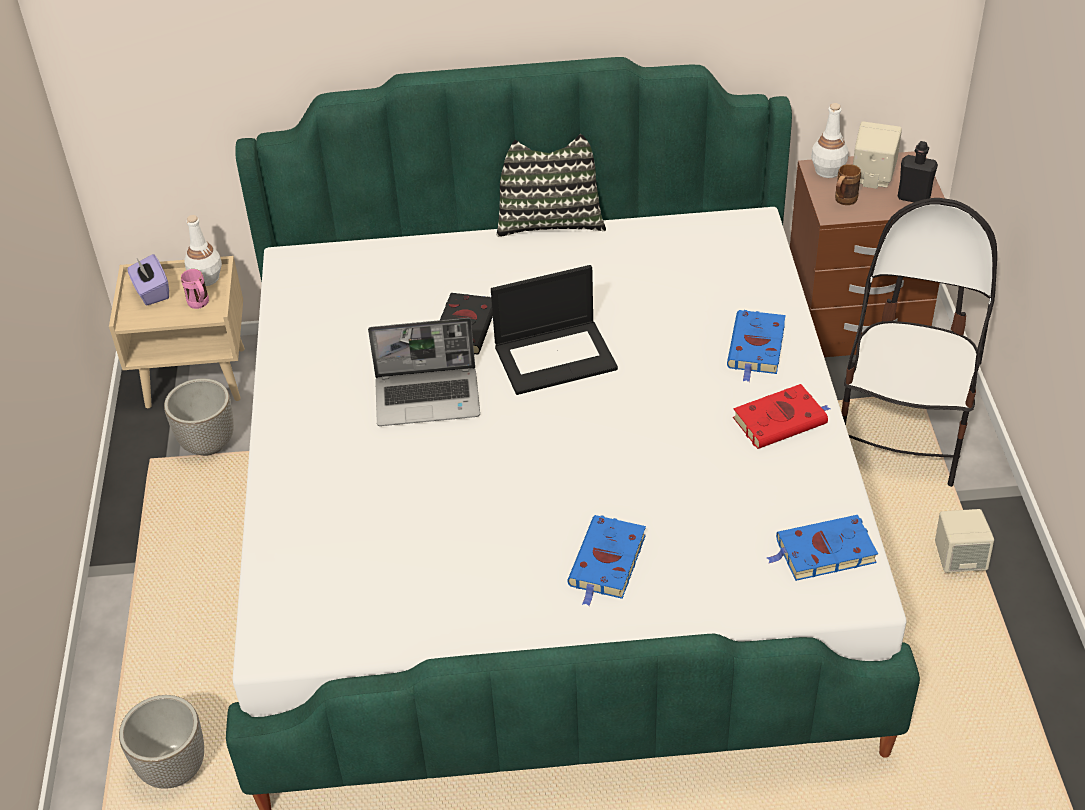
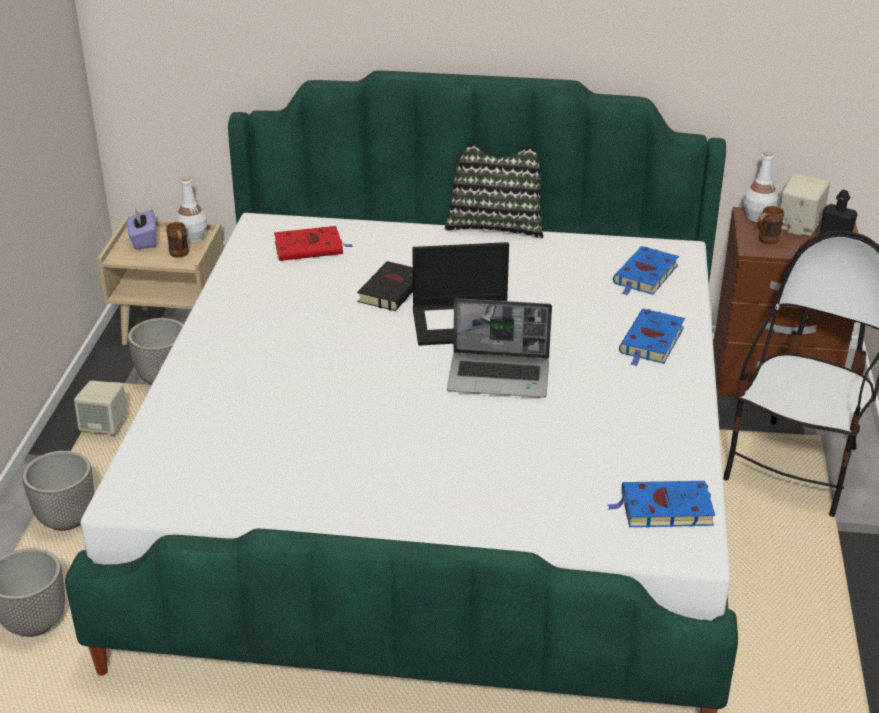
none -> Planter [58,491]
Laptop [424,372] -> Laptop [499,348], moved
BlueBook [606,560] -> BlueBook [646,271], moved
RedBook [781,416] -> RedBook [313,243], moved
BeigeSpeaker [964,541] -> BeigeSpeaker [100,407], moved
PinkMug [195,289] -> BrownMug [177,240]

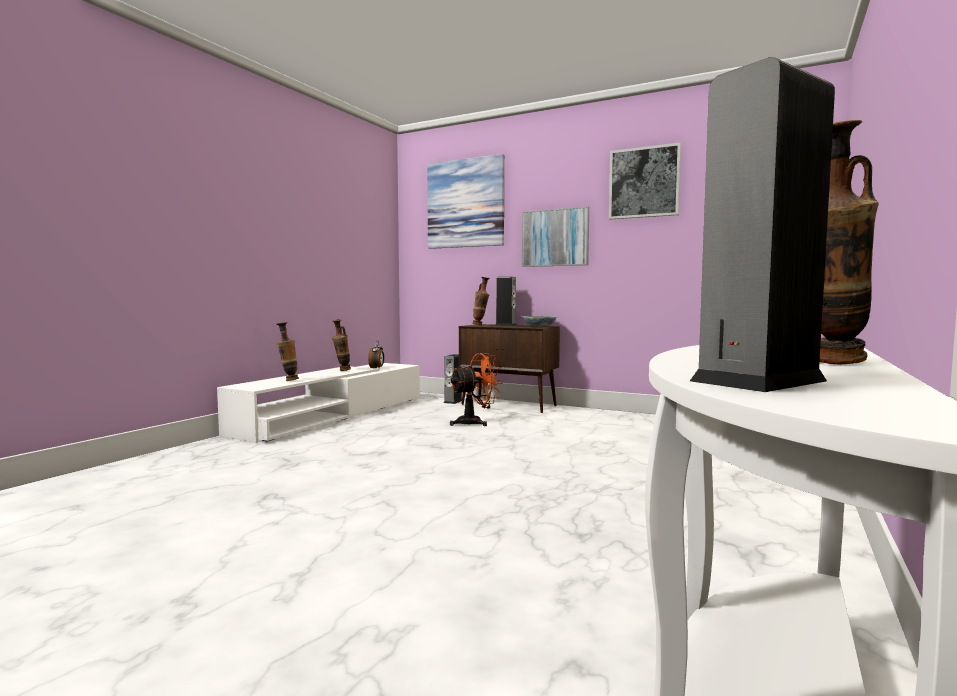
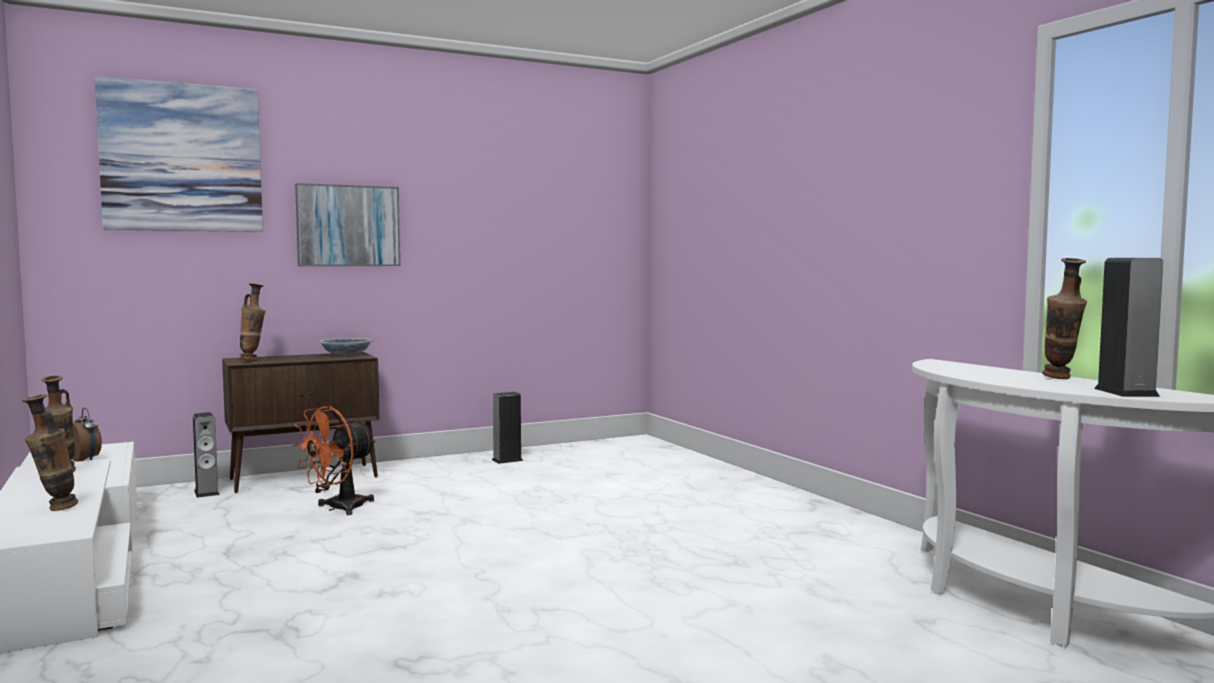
Picture [645,180] -> none
Speaker [506,301] -> Speaker [507,428], moved
OrangeFan [476,389] -> OrangeFan [334,460], 150 degrees counterclockwise

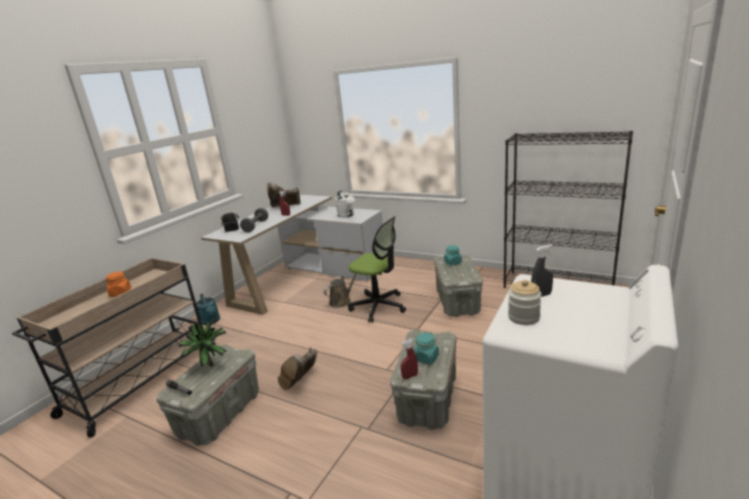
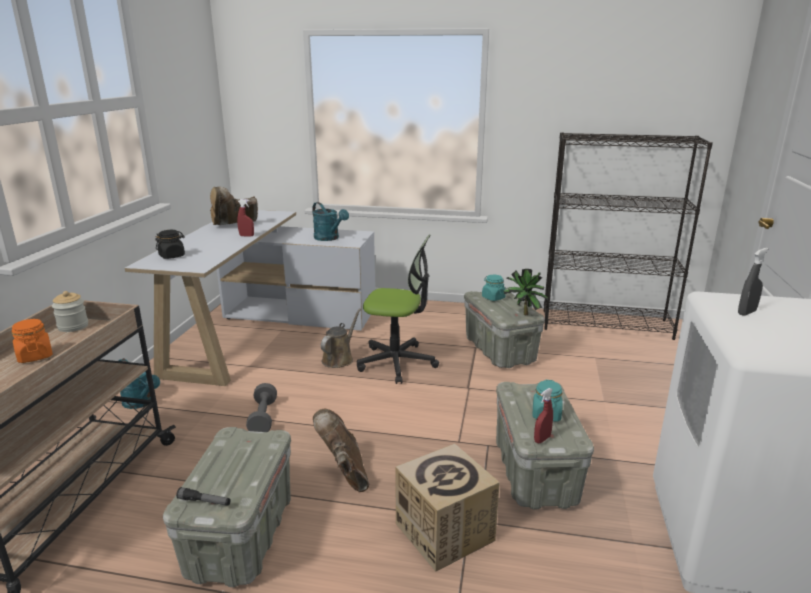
none -> CardboardBox [447,507]
PottedPlant [202,344] -> PottedPlant [526,292], moved
GreyDumbbell [254,220] -> GreyDumbbell [261,407], moved
Jar [525,302] -> Jar [70,311], moved
WhiteWateringCan [345,204] -> TurquoiseWateringCan [330,221]
BrownBoot [297,368] -> BrownBoot [341,450], 150 degrees clockwise

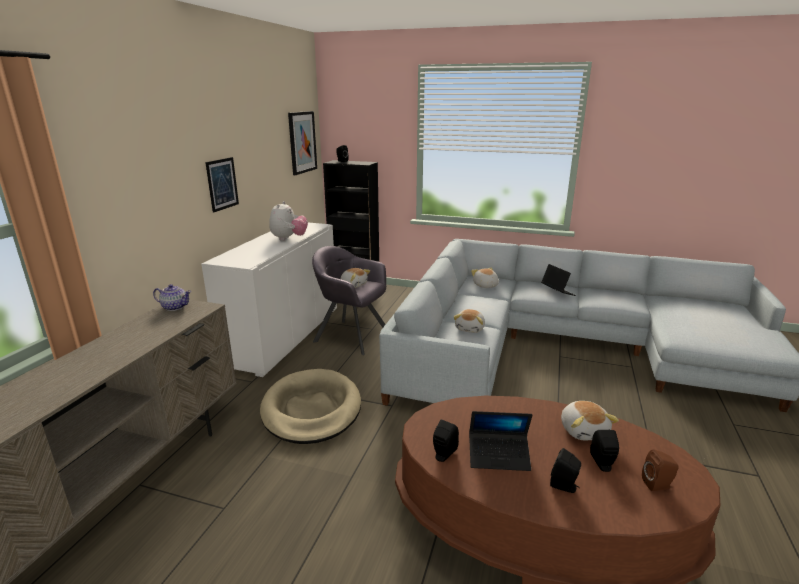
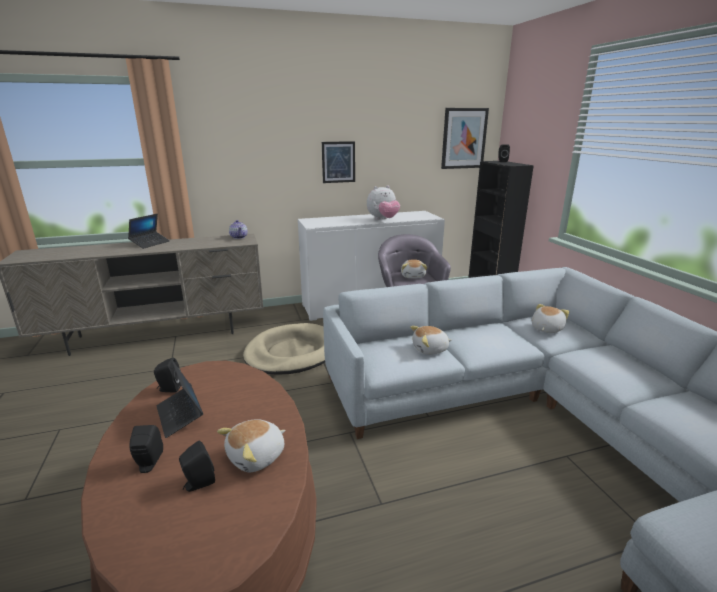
BrownSpeaker [660,470] -> none
Laptop [558,280] -> Laptop [149,231], moved

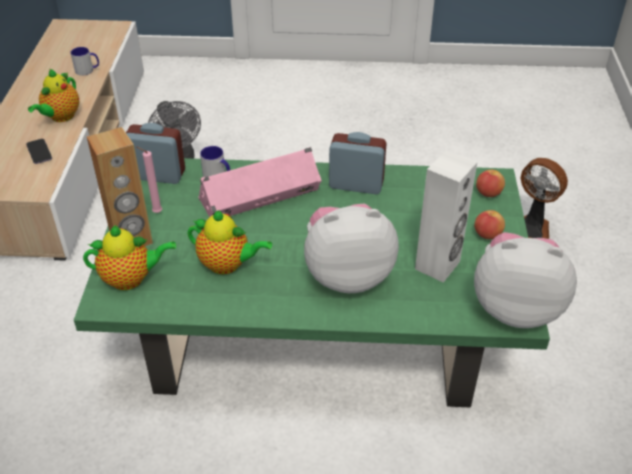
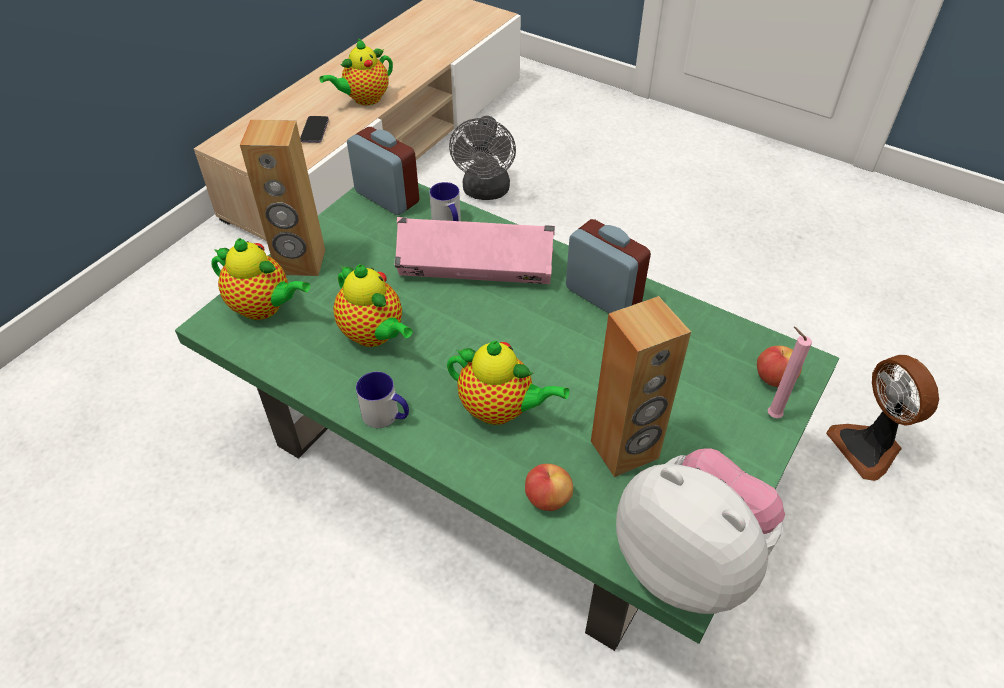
Mug [84,61] -> Mug [382,400], moved
PinkCandle [149,180] -> PinkCandle [790,372], moved
Apple [489,224] -> Apple [549,487], moved
PlushToy [351,248] -> Teapot [508,383]
WhiteSpeaker [446,217] -> BrownSpeaker [641,386]

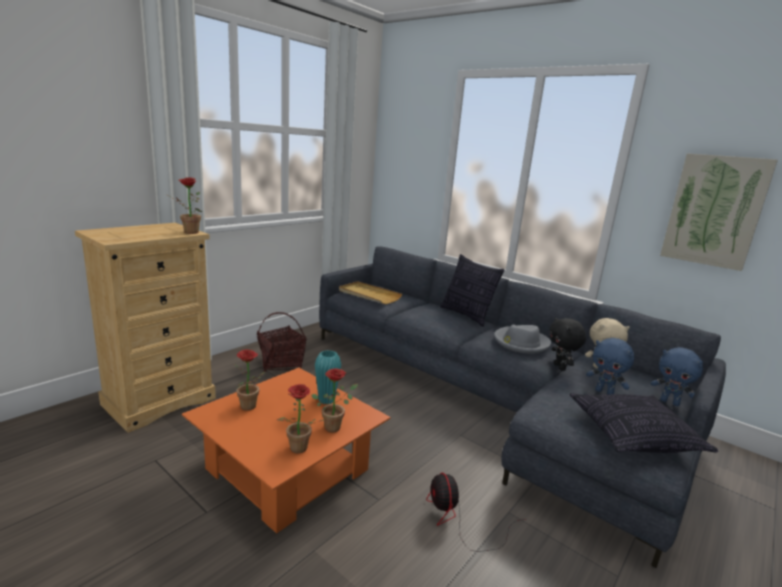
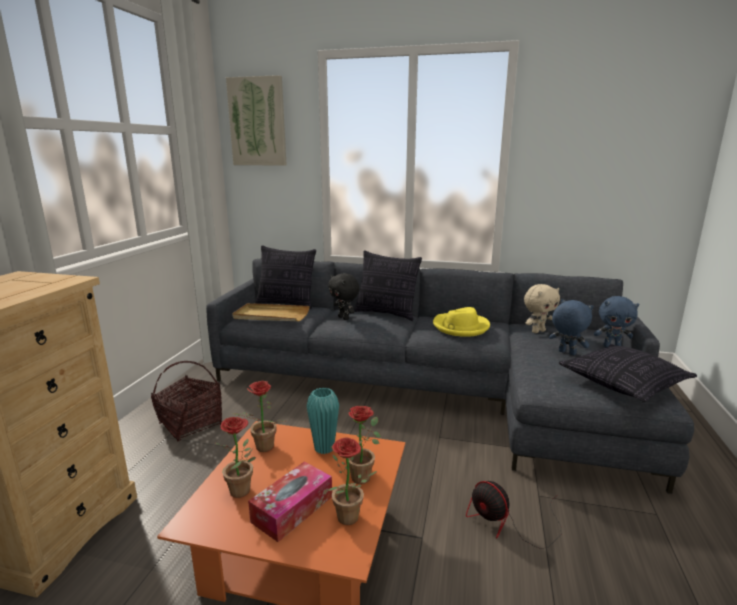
none -> TissueBox [290,501]
none -> Pillow [285,277]
PottedPlant [183,205] -> PottedPlant [258,416], moved
BlackPlushToy [568,344] -> BlackPlushToy [343,296], moved
Picture [719,212] -> Picture [256,120], moved
GreyHat [522,339] -> YellowHat [461,322]
BluePlushToy [610,366] -> BluePlushToy [571,327], 150 degrees counterclockwise

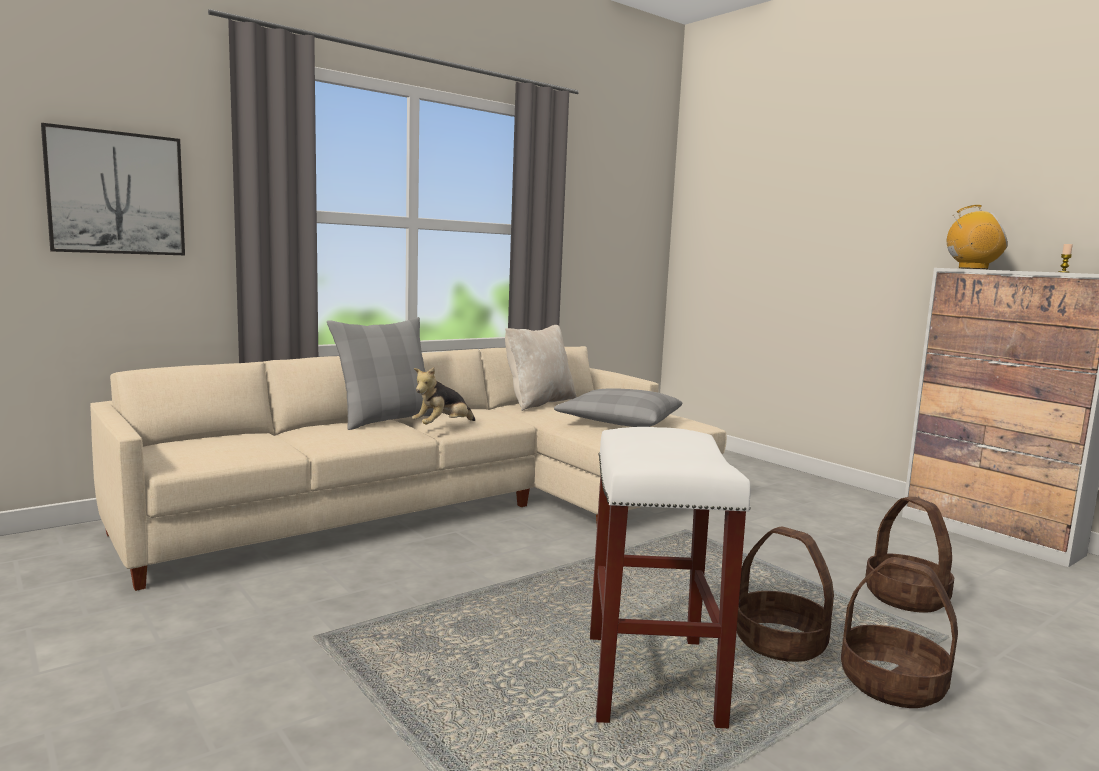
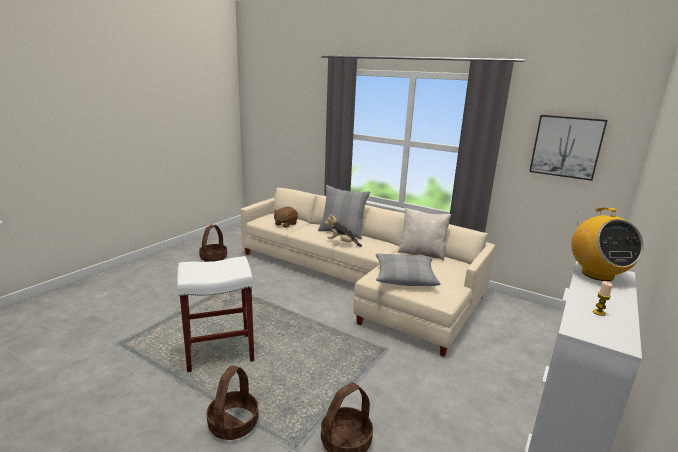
none -> BrownPlushToy [285,217]
Picture [113,189] -> Picture [568,148], moved
Basket [785,594] -> Basket [213,243], moved

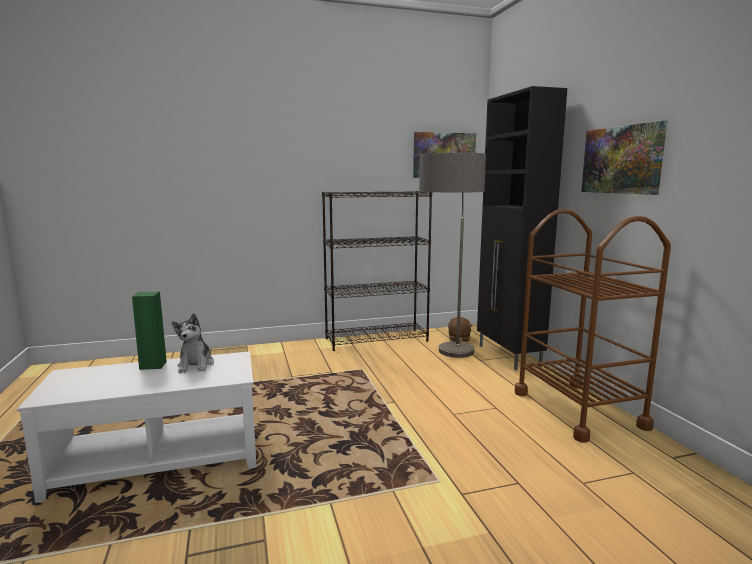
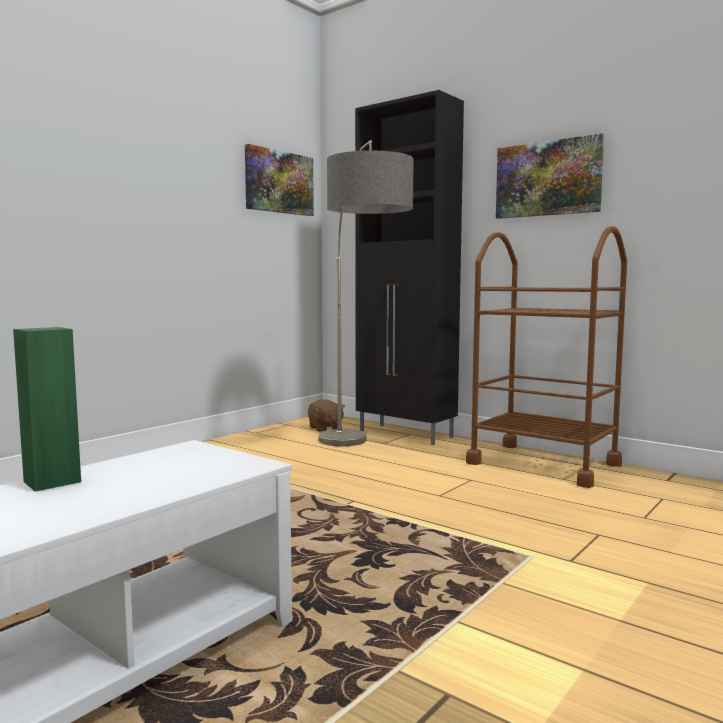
PlushToy [193,343] -> none
BlackBookcase [377,271] -> none

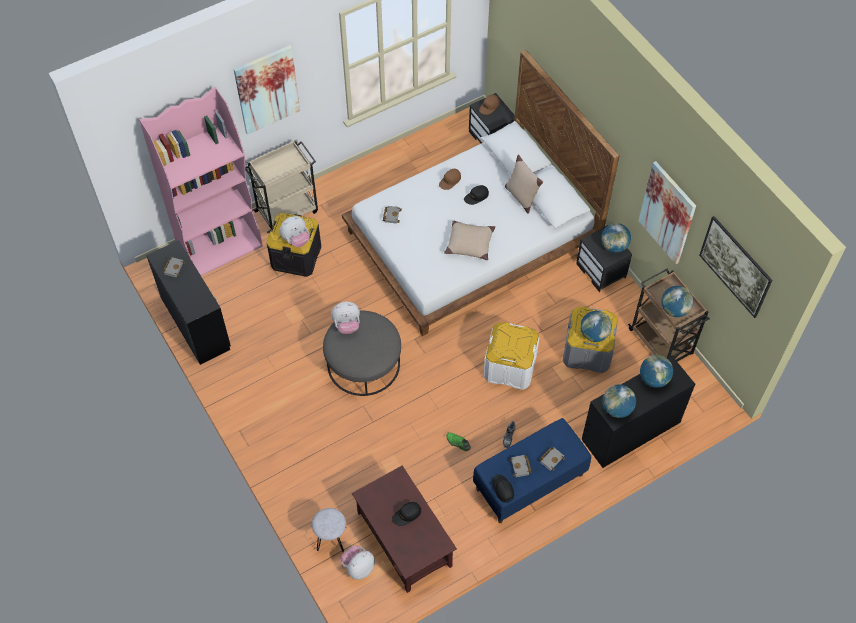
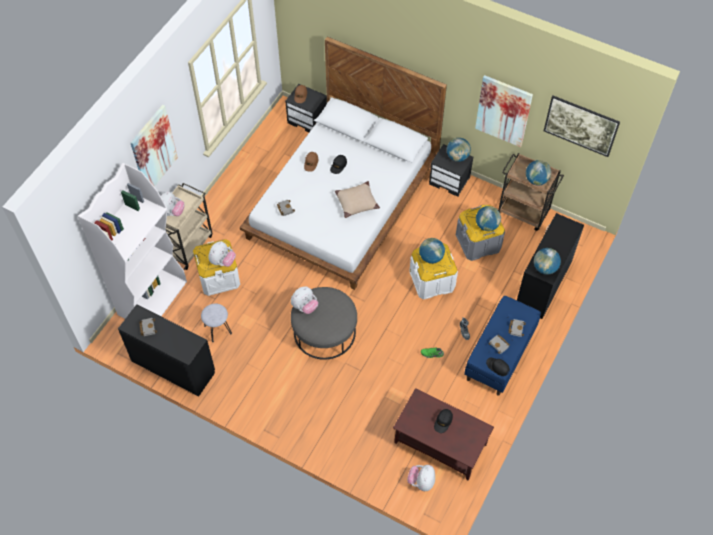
BeigePillow [524,184] -> none
none -> PlushToy [173,204]
GreyStool [329,530] -> GreyStool [216,323], moved
Globe [656,371] -> Globe [432,251], moved
PinkBookcase [201,181] -> WhiteBookcase [132,241]
BlackStorageBox [294,245] -> WhiteStorageBox [216,267]

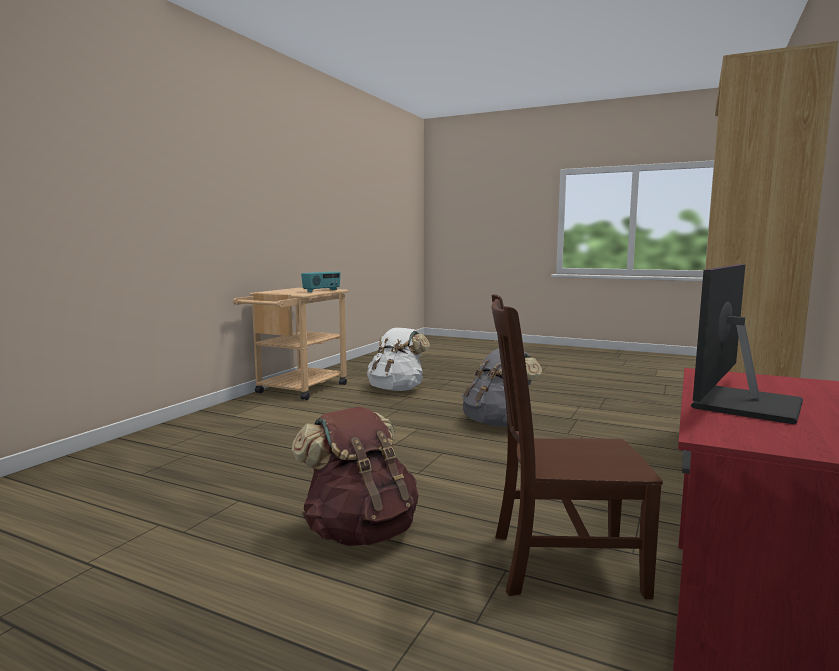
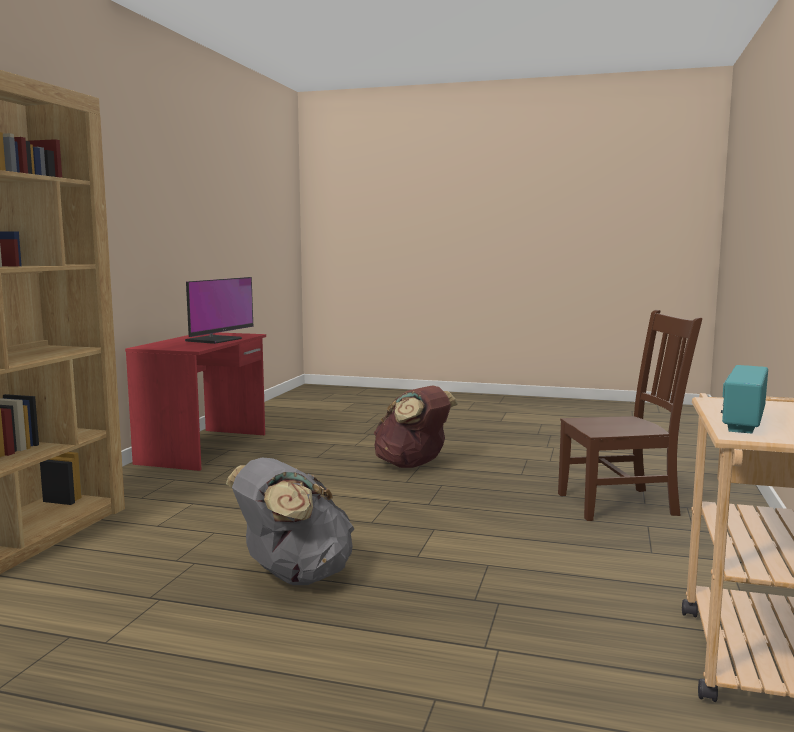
WhiteBackpack [398,359] -> none
BrownChair [577,446] -> BrownChair [630,415], moved

